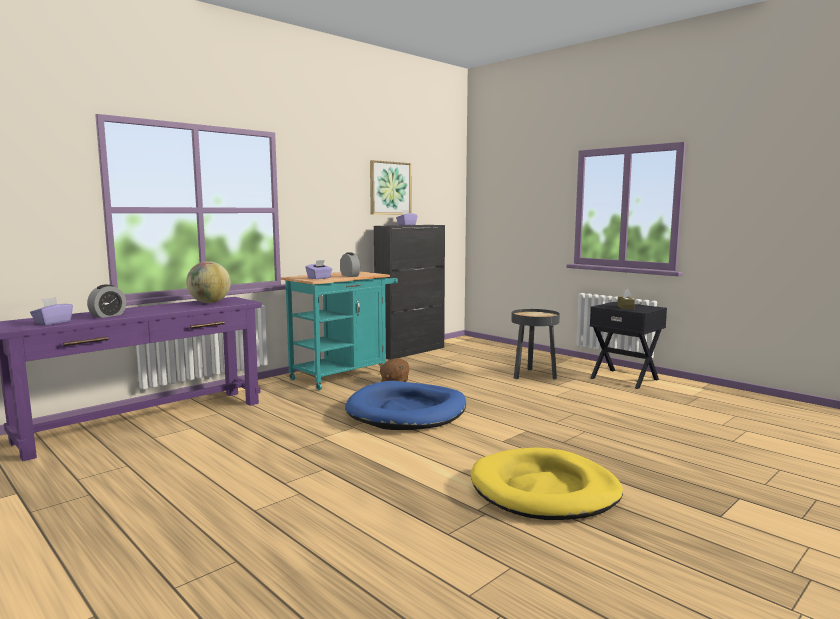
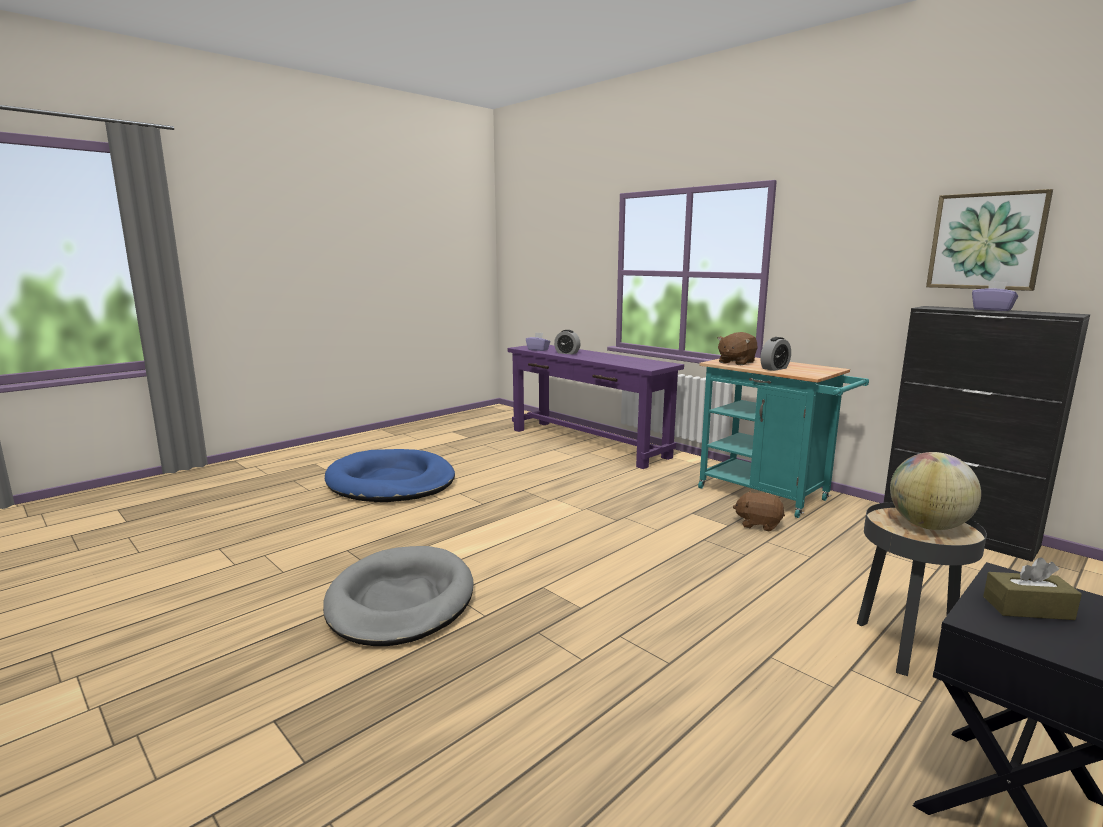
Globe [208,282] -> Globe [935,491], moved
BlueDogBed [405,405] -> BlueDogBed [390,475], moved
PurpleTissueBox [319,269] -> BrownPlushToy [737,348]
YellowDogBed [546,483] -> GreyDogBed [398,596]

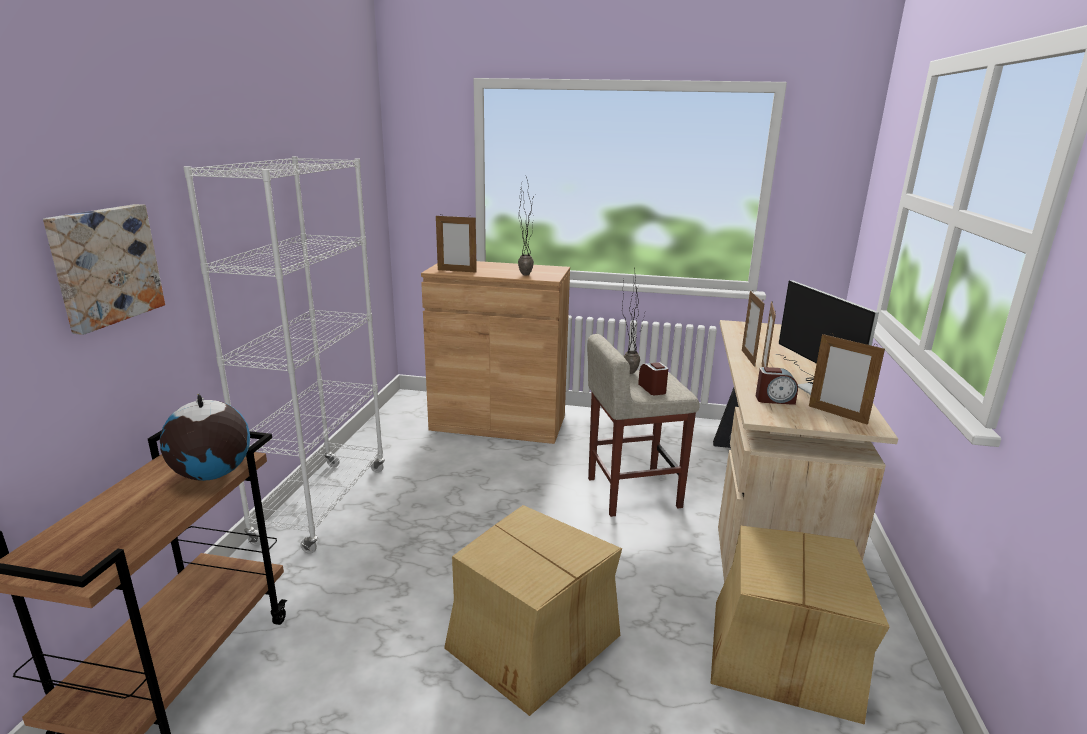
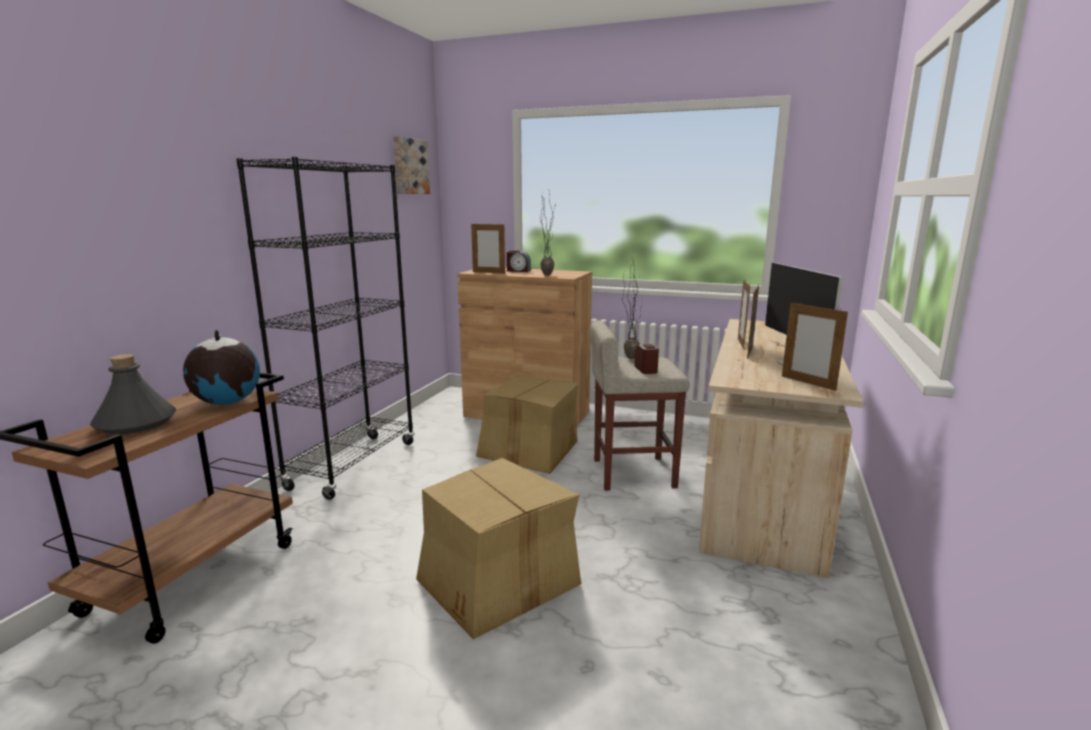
none -> GreyBottle [133,394]
Picture [104,269] -> Picture [411,165], moved
CardboardBox [800,625] -> CardboardBox [527,425], moved
AlarmClock [777,386] -> AlarmClock [519,261], moved
WhiteBookcase [284,355] -> BlackBookcase [325,328]

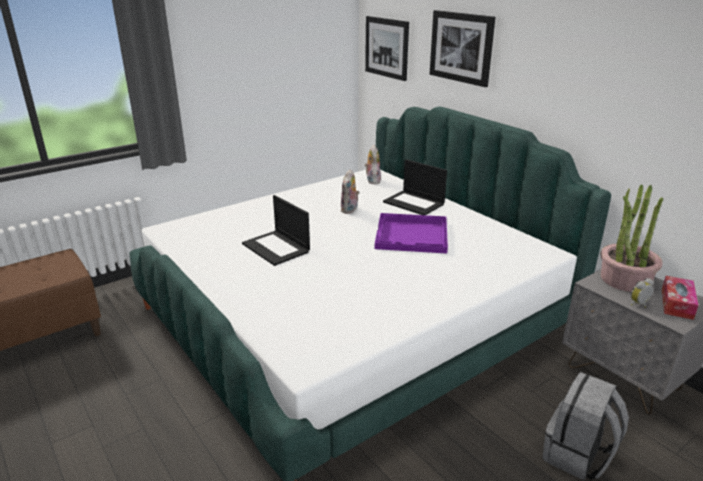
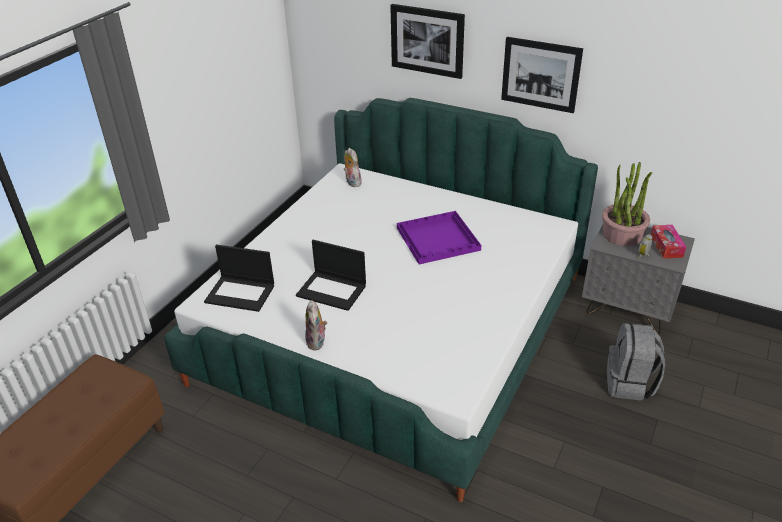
PlushToy [349,191] -> PlushToy [316,325], moved
Picture [387,48] -> Picture [542,75], moved
Laptop [415,187] -> Laptop [239,278], moved

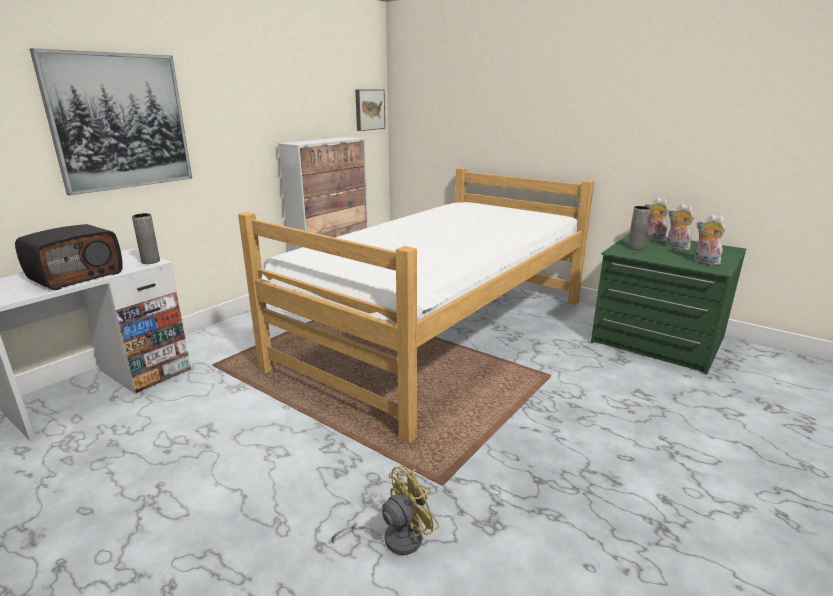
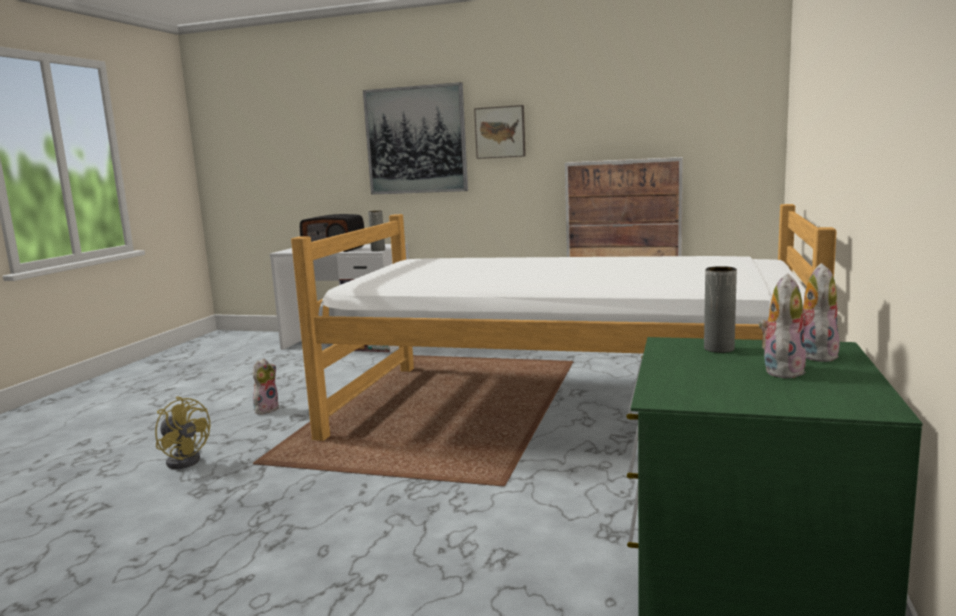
Picture [370,110] -> Picture [500,132], moved
PlushToy [710,240] -> PlushToy [266,387], moved

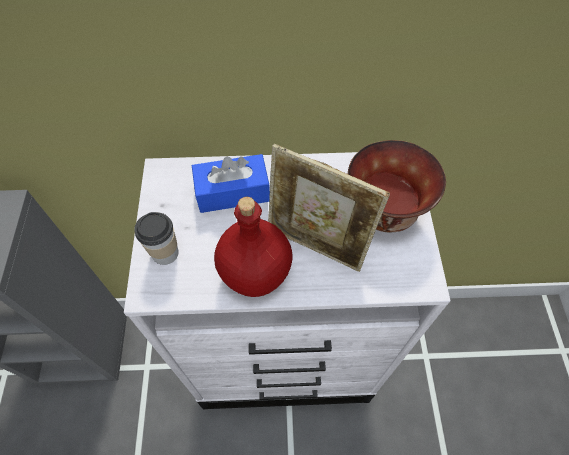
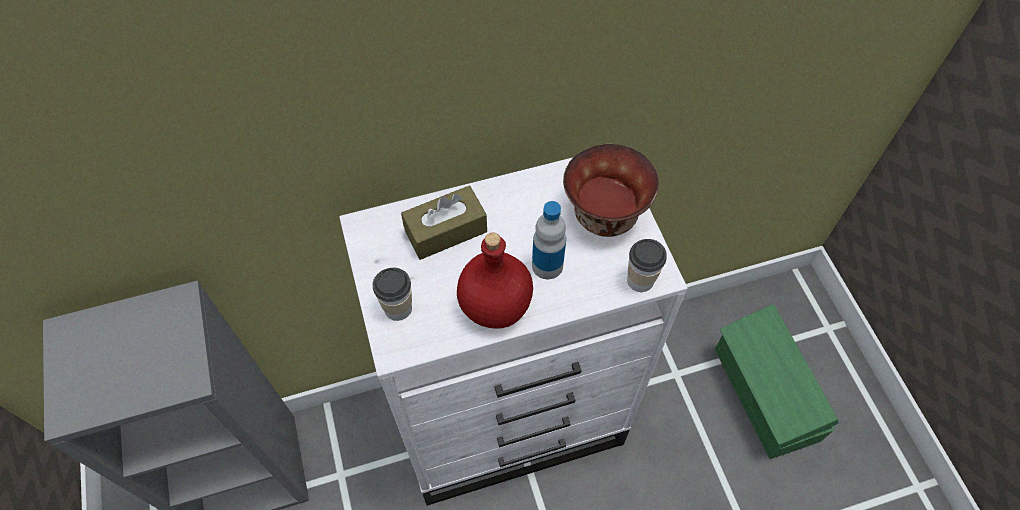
none -> Cup [647,265]
none -> GreenStorageBox [777,381]
PictureFrame [329,208] -> Bottle [549,240]
BlueTissueBox [231,183] -> BrownTissueBox [444,223]

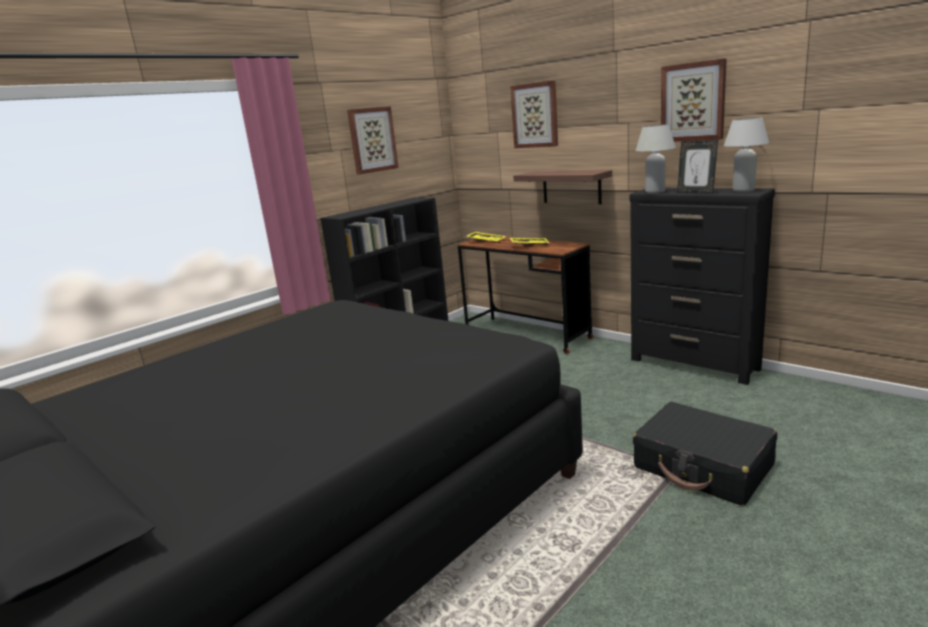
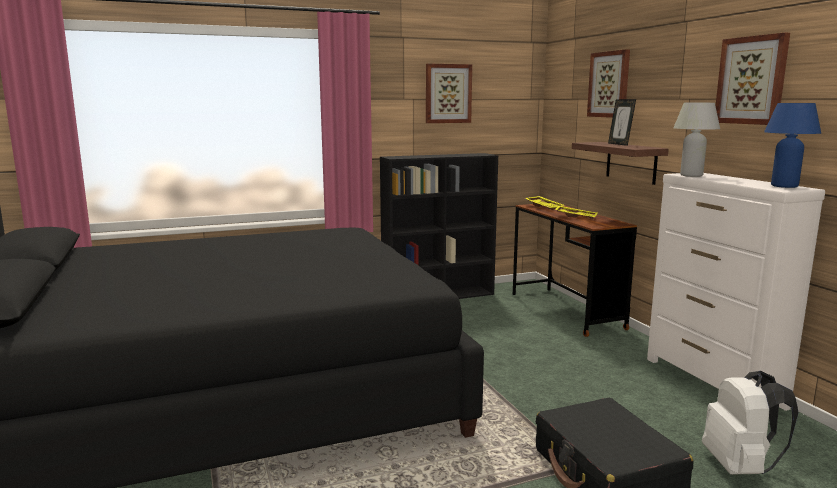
none -> WhiteBackpack [750,423]
PictureFrame [697,167] -> PictureFrame [622,122], moved
BlackDresser [702,286] -> WhiteDresser [736,292]
WhiteTableLamp [746,155] -> BlueTableLamp [792,145]

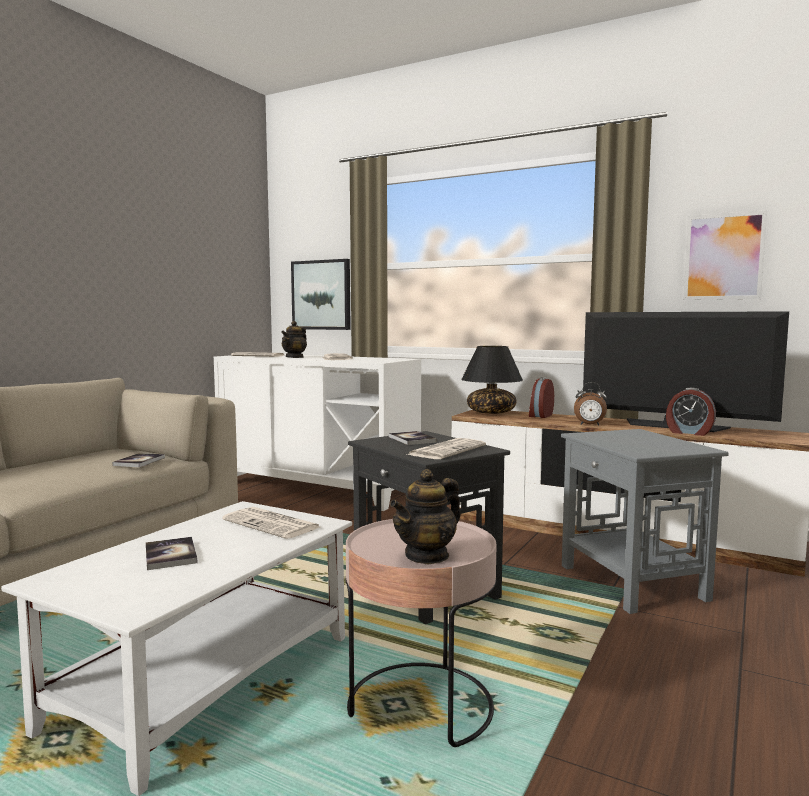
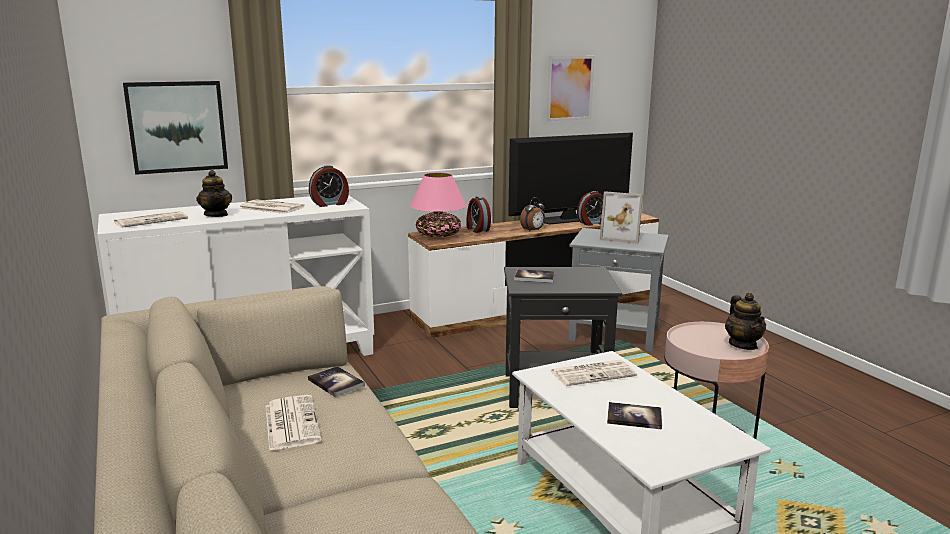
none -> AlarmClock [329,186]
none -> PictureFrame [621,217]
Newspaper [446,448] -> Newspaper [293,423], moved
BlackTableLamp [492,380] -> PinkTableLamp [438,204]

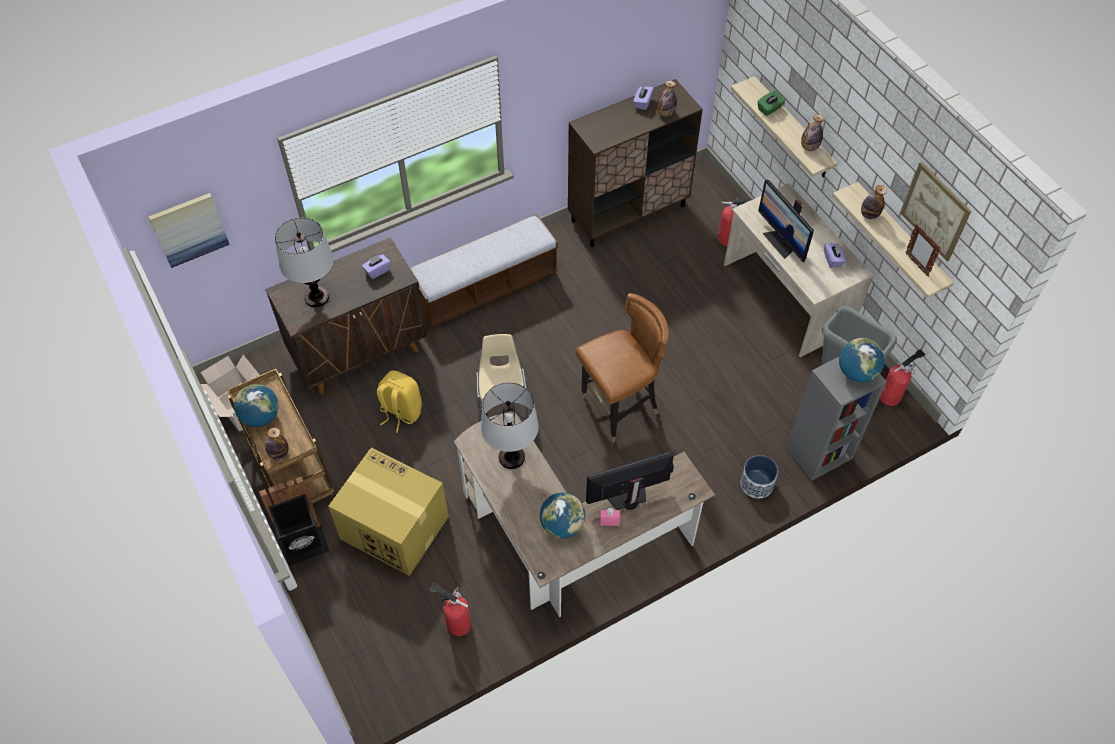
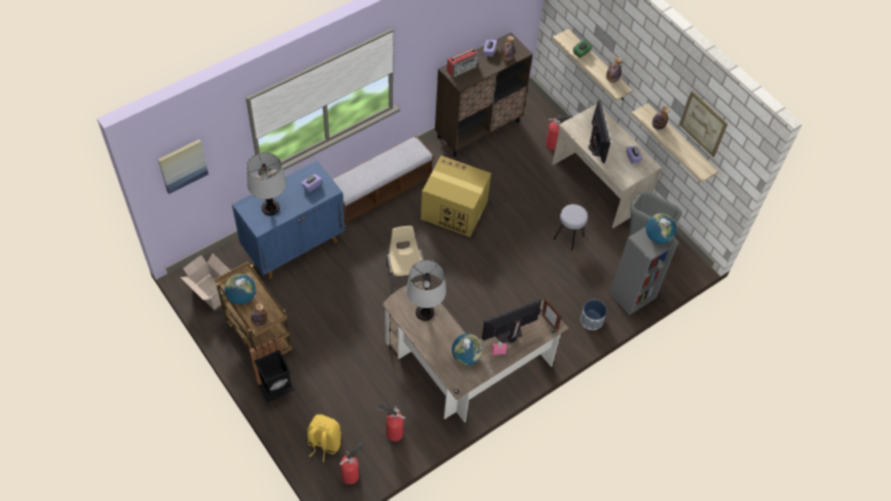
BrownChair [622,367] -> none
none -> Radio [462,62]
none -> GreyStool [571,227]
CardboardBox [388,511] -> CardboardBox [456,196], moved
YellowBackpack [399,401] -> YellowBackpack [324,438], moved
FireExtinguisher [903,377] -> FireExtinguisher [352,463], moved
PictureFrame [923,250] -> PictureFrame [552,315], moved
BrownCabinet [346,316] -> BlueCabinet [288,220]
Monitor [786,220] -> Monitor [600,132], 150 degrees counterclockwise

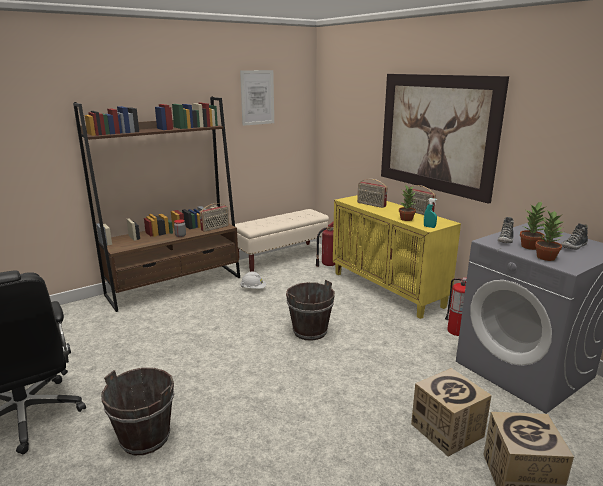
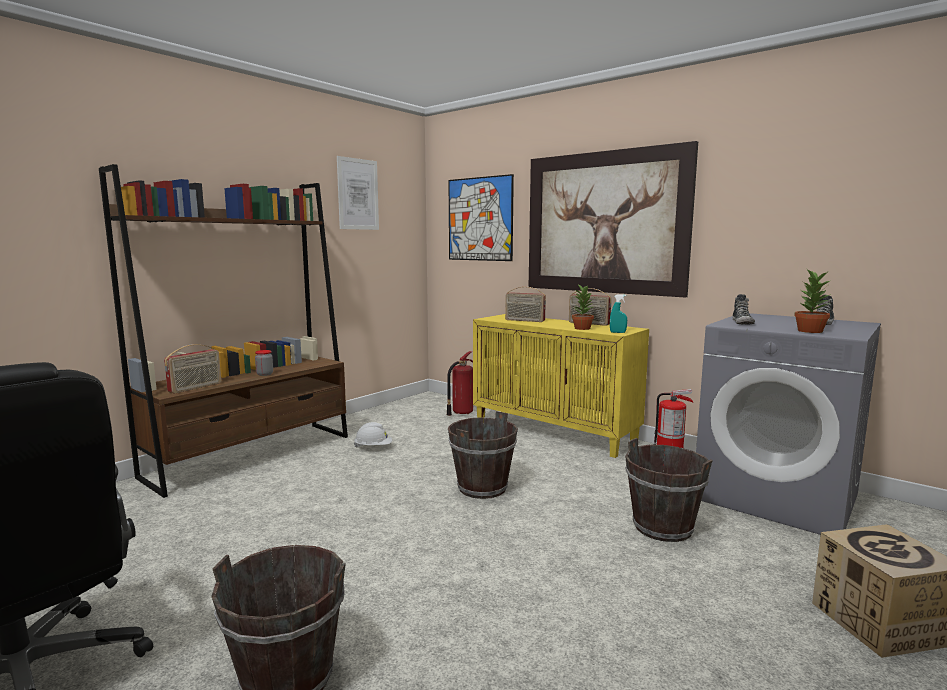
BeigeBench [282,240] -> none
CardboardBox [451,412] -> none
PottedPlant [533,225] -> none
none -> Picture [481,217]
none -> BrownBucket [669,490]
Radio [214,217] -> Radio [192,369], moved

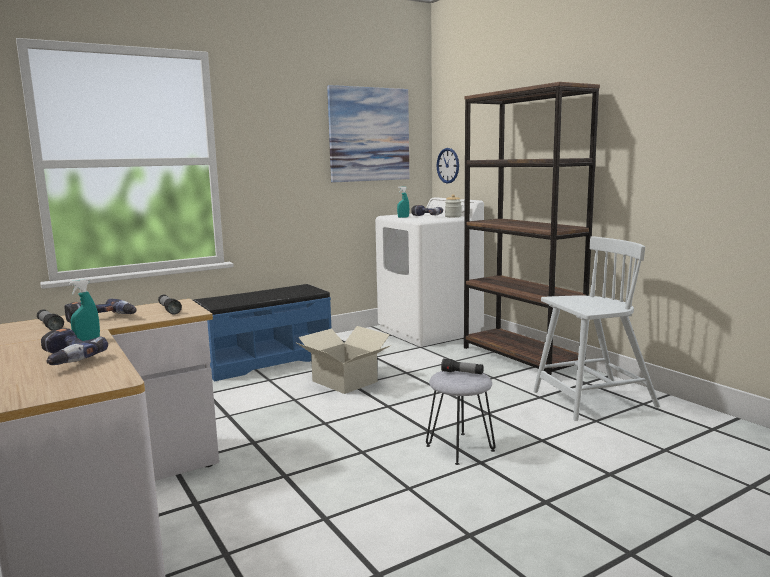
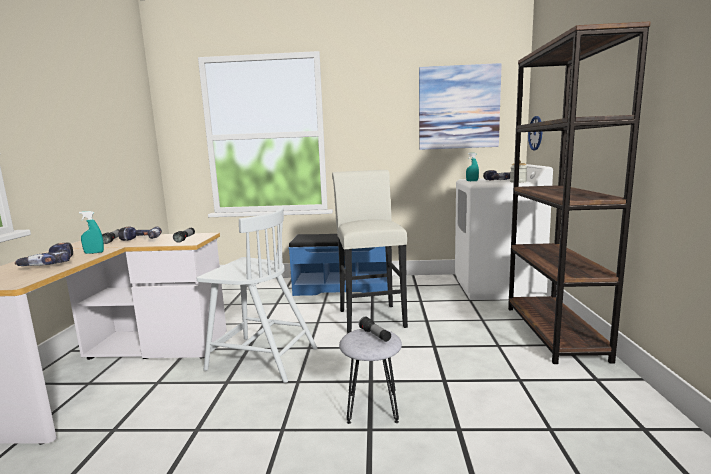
WhiteChair [596,328] -> WhiteChair [257,295], moved
CardboardBox [344,360] -> WhiteStool [370,252]

